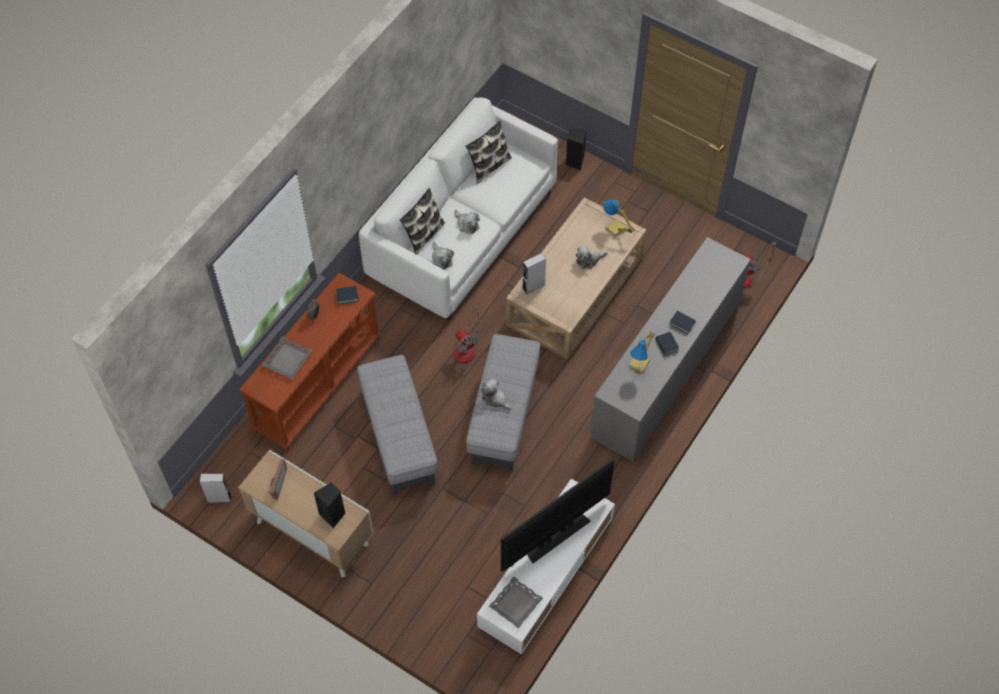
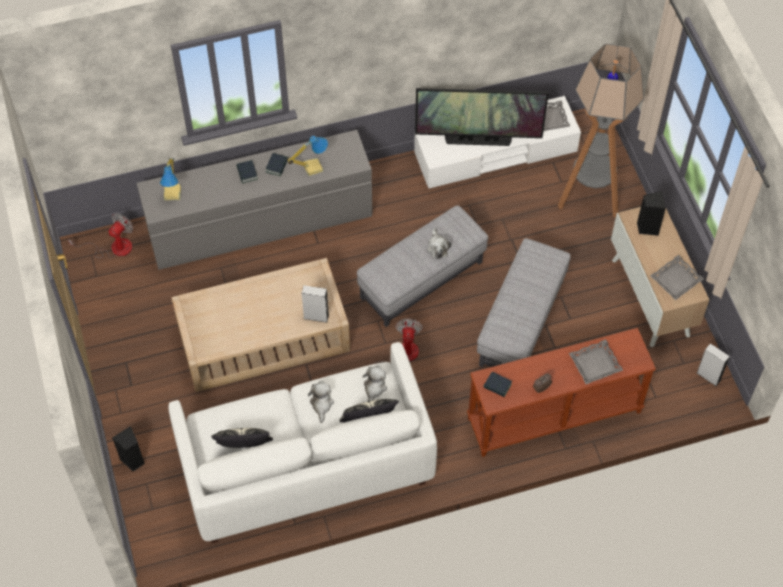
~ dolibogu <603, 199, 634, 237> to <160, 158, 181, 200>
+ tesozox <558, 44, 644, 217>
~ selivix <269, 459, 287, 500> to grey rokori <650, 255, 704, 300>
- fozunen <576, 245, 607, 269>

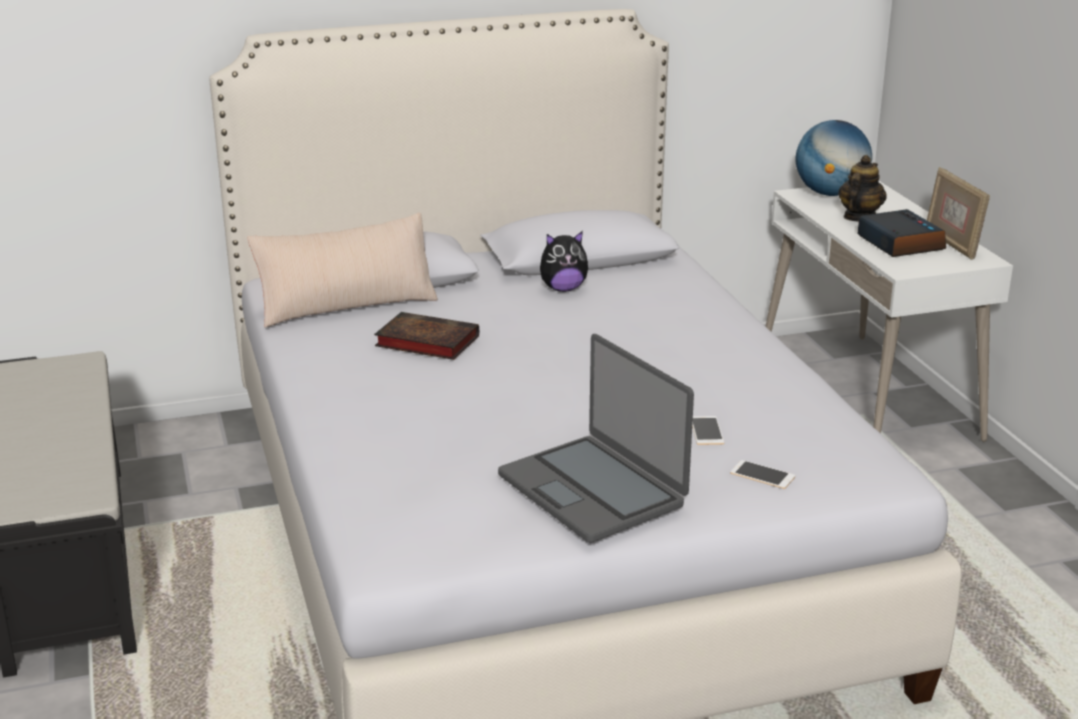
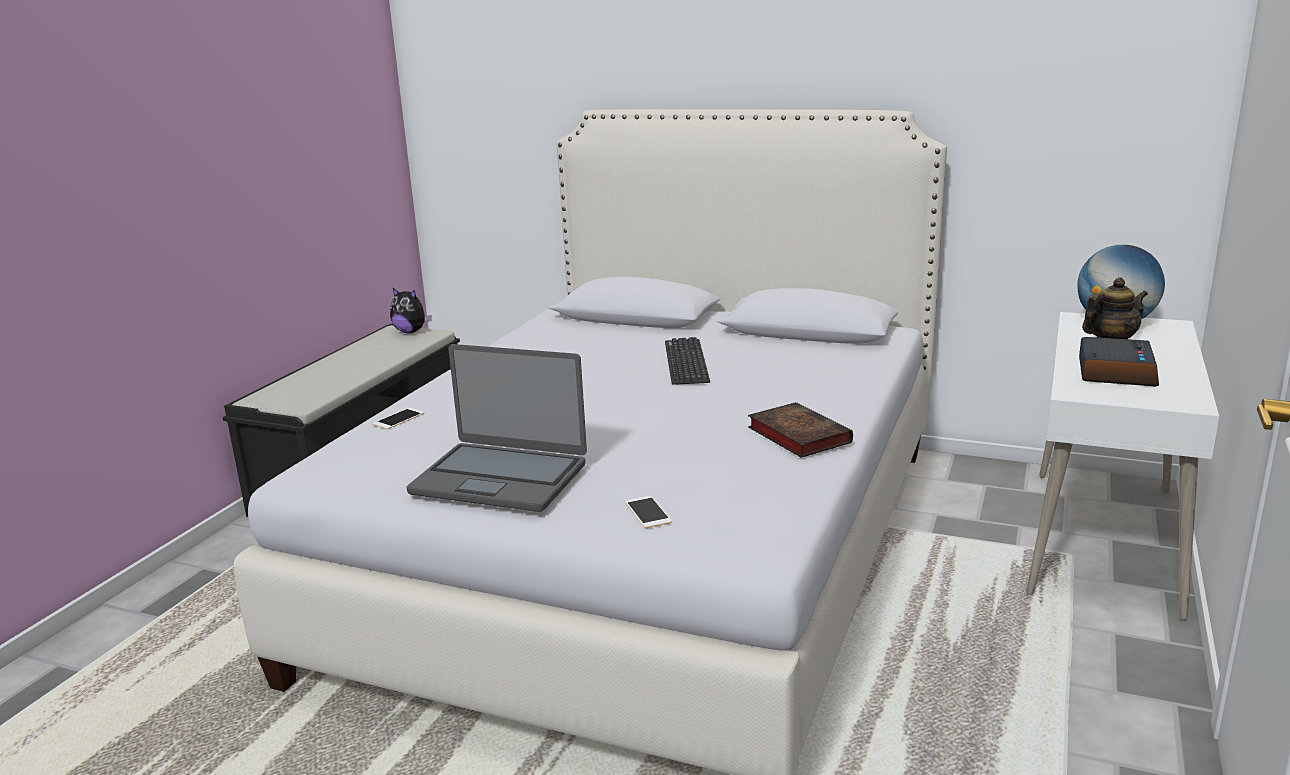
~ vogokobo <692, 416, 724, 445> to <373, 408, 424, 429>
~ fozunen <540, 231, 588, 292> to <390, 287, 431, 333>
~ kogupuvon <498, 334, 694, 543> = <407, 344, 587, 512> 75 degrees counterclockwise
+ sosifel <665, 337, 710, 385>
~ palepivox <374, 312, 479, 360> to <748, 402, 853, 458>
- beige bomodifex <247, 213, 438, 328>
- selivix <927, 167, 990, 260>

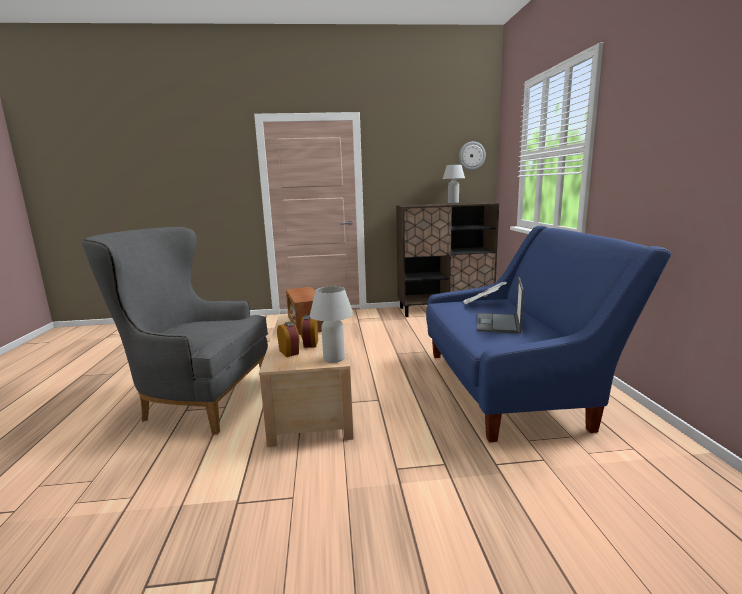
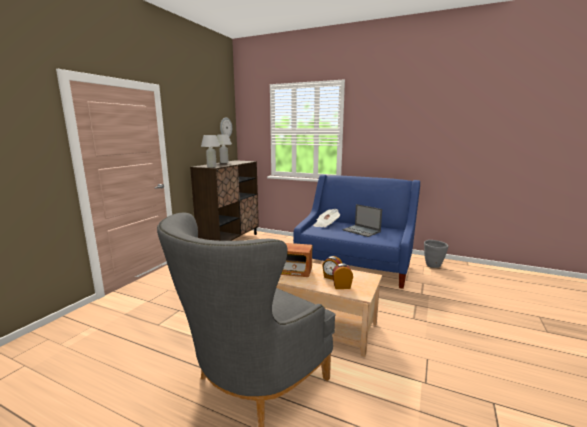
~ white dolibogu <310, 286, 353, 363> to <201, 135, 220, 167>
+ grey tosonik <424, 240, 448, 268>

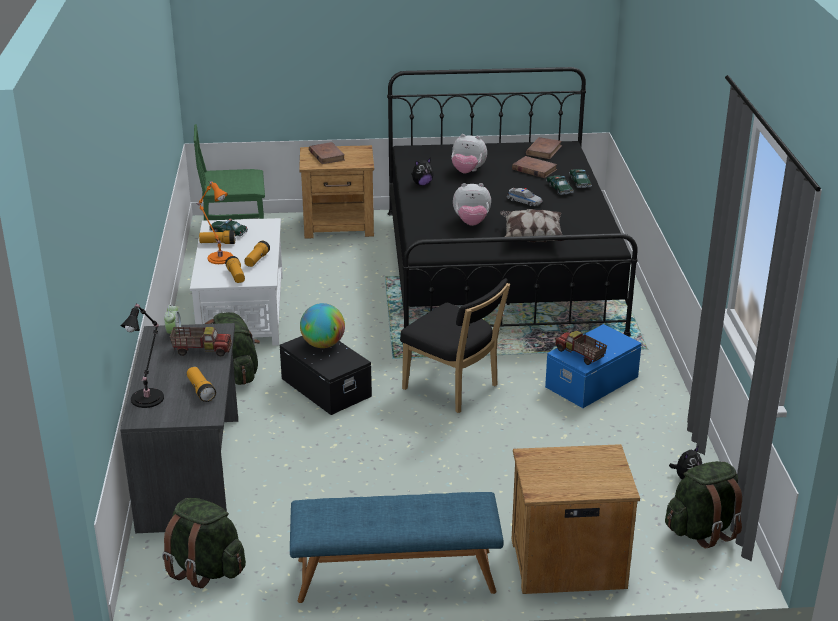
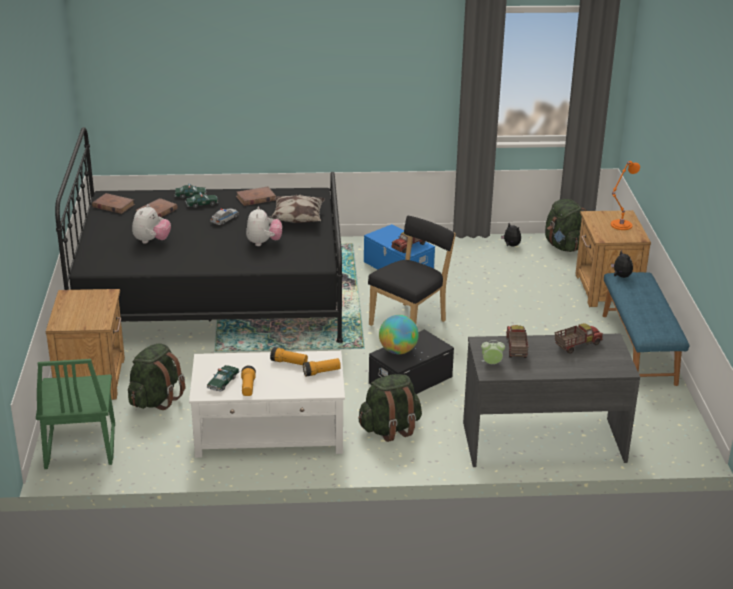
~ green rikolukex <162, 498, 246, 588> to <128, 344, 185, 410>
~ brown palepivox <309, 142, 345, 164> to <236, 186, 276, 206>
~ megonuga <187, 367, 216, 402> to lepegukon <554, 323, 603, 354>
~ orange dolibogu <197, 181, 233, 264> to <611, 161, 640, 230>
~ fozunen <411, 158, 434, 186> to <611, 250, 633, 278>
- black dolibogu <121, 303, 164, 408>

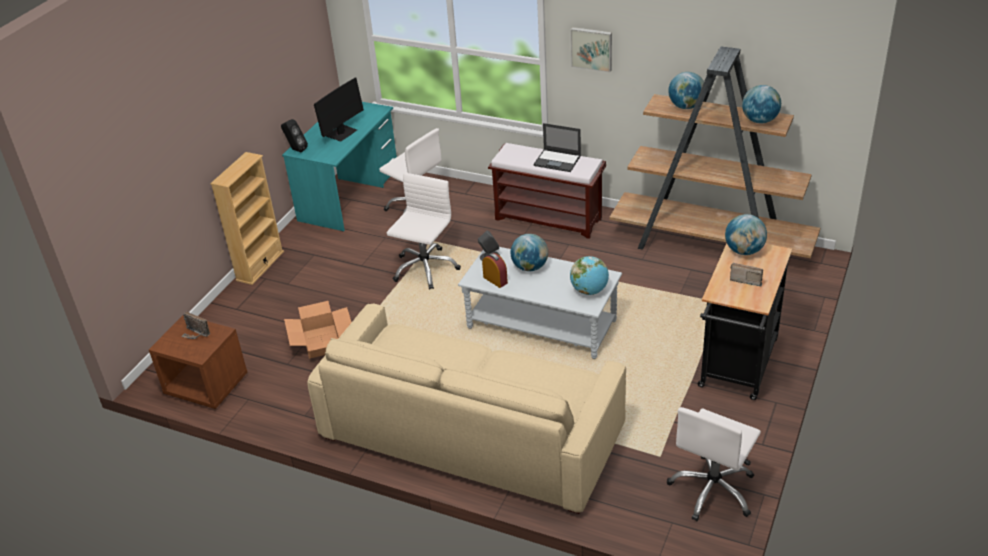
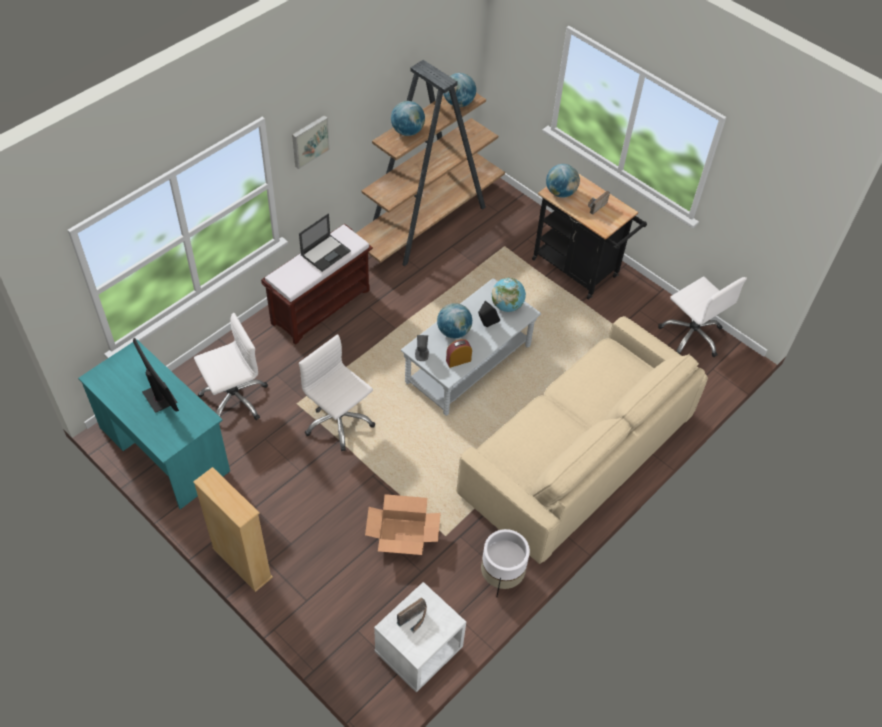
~ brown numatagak <149, 316, 247, 409> to white numatagak <374, 582, 466, 693>
~ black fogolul <281, 119, 308, 153> to <478, 301, 500, 327>
+ white tosonik <481, 529, 530, 598>

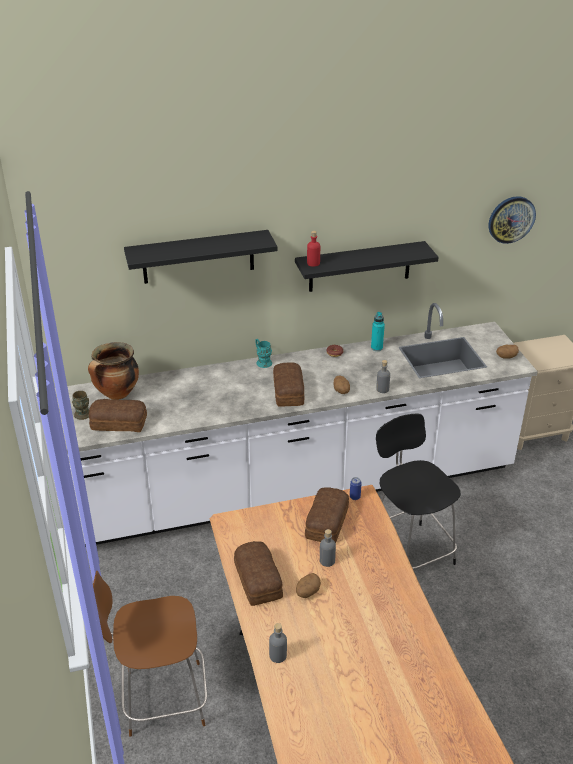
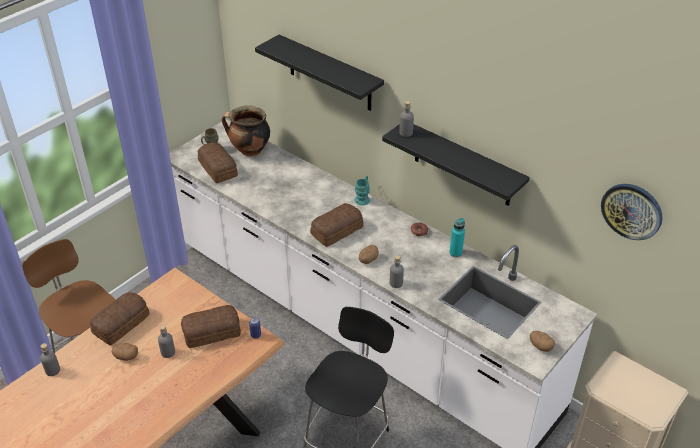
~ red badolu <307, 231, 320, 267> to grey badolu <399, 101, 414, 137>

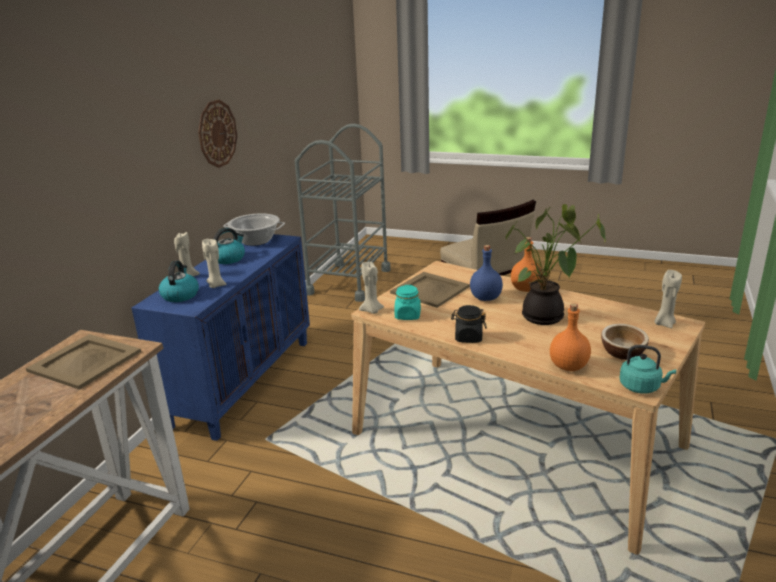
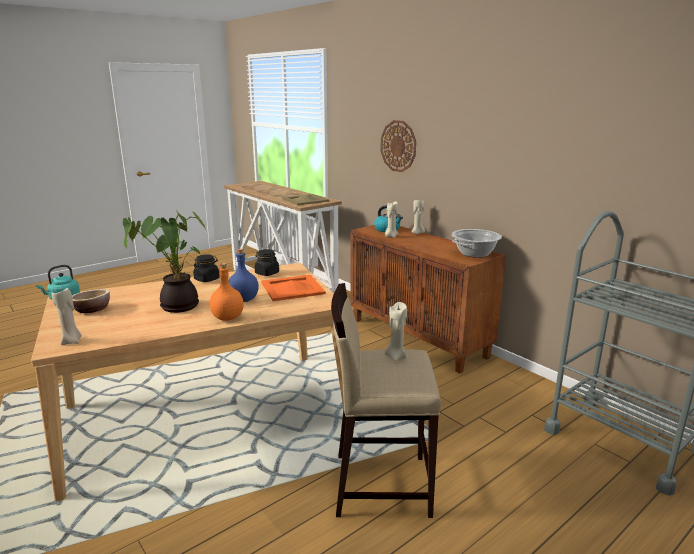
~ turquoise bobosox <394, 285, 421, 320> to black bobosox <255, 249, 279, 276>
~ beige rokori <390, 272, 470, 308> to orange rokori <261, 275, 326, 301>
~ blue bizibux <132, 234, 310, 441> to brown bizibux <350, 225, 506, 373>
~ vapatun <198, 99, 237, 168> to <380, 120, 416, 172>
~ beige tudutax <359, 262, 384, 314> to <385, 302, 407, 361>
- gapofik <214, 228, 245, 264>
- orange badolu <550, 304, 591, 371>

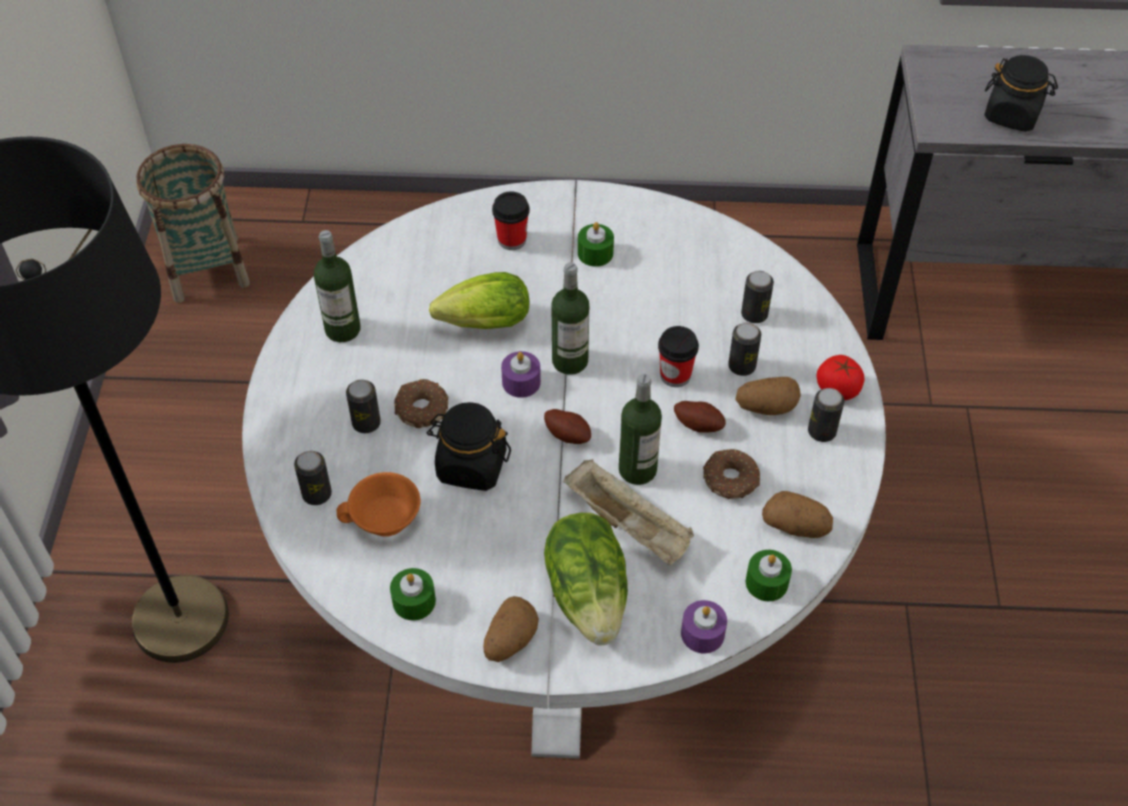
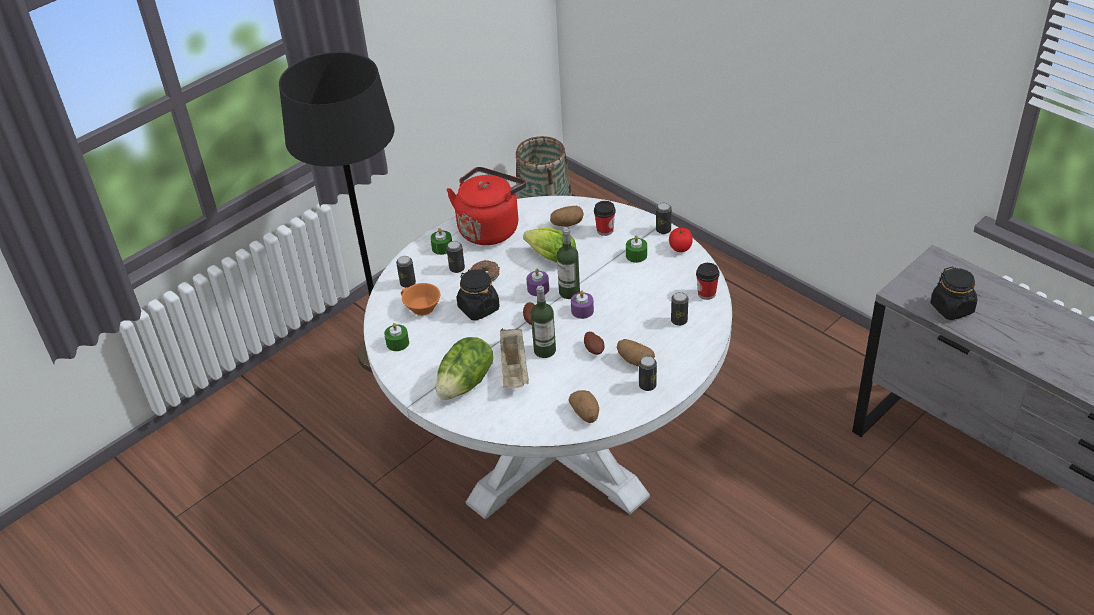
~ green tudutax <746, 550, 792, 601> to <430, 228, 452, 255>
~ badolu <314, 230, 360, 342> to red gapofik <447, 167, 526, 245>
~ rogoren <483, 596, 539, 662> to <550, 206, 584, 227>
~ purple tudutax <681, 600, 727, 653> to <571, 290, 594, 319>
~ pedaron <728, 322, 761, 376> to <656, 203, 672, 234>
~ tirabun <816, 355, 865, 400> to <669, 228, 693, 252>
~ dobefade <658, 326, 699, 387> to <696, 263, 720, 300>
- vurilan <703, 449, 760, 499>

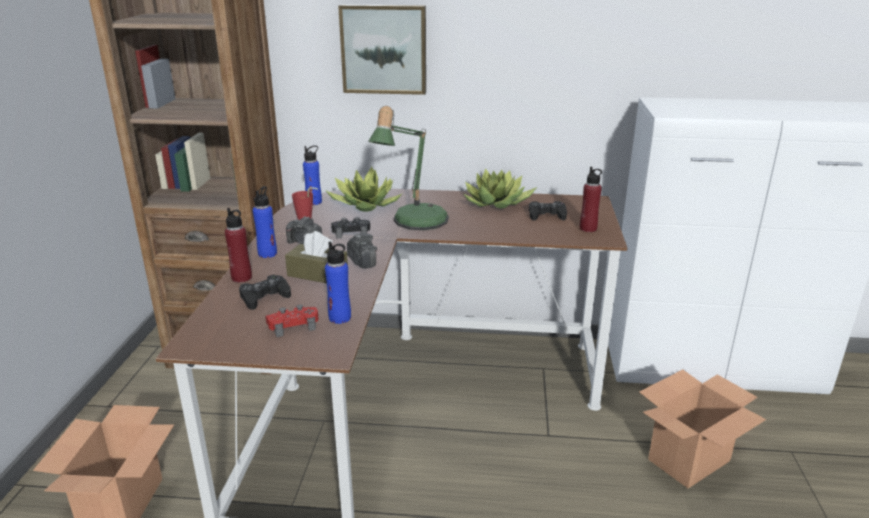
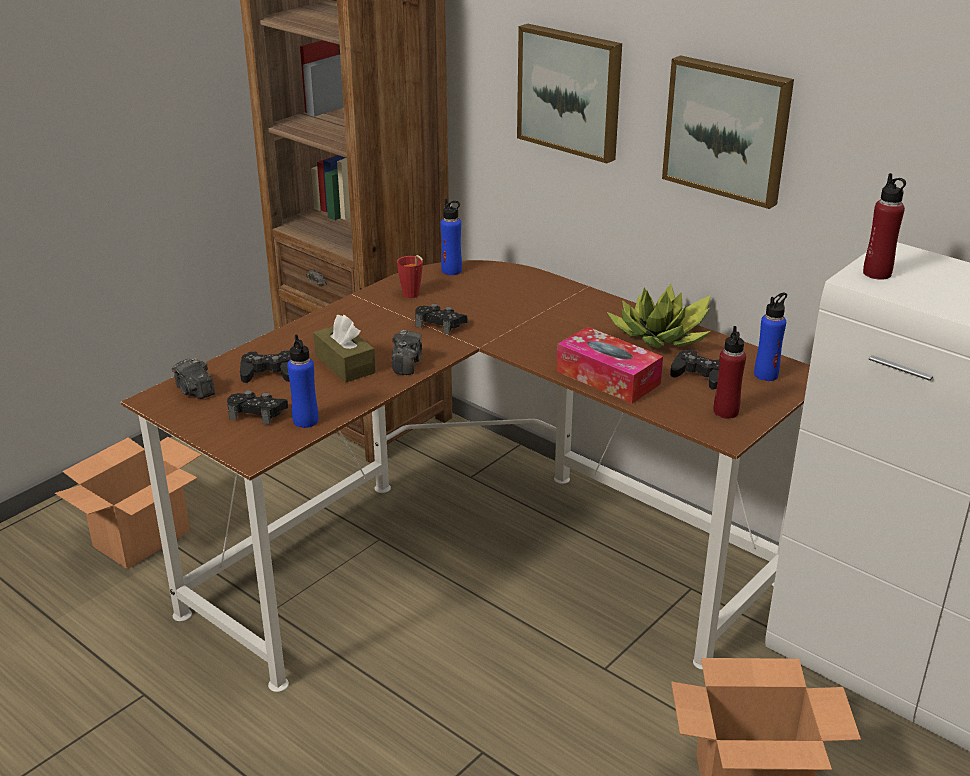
~ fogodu <286, 216, 322, 244> to <172, 358, 215, 399>
~ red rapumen <265, 305, 318, 337> to black rapumen <227, 390, 288, 425>
+ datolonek <557, 327, 663, 404>
+ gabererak <662, 55, 794, 209>
~ blue badolu <253, 186, 277, 258> to <754, 292, 787, 381>
~ red badolu <225, 208, 252, 283> to <863, 173, 906, 280>
- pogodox <325, 167, 403, 212>
- dolibogu <368, 106, 449, 230>

